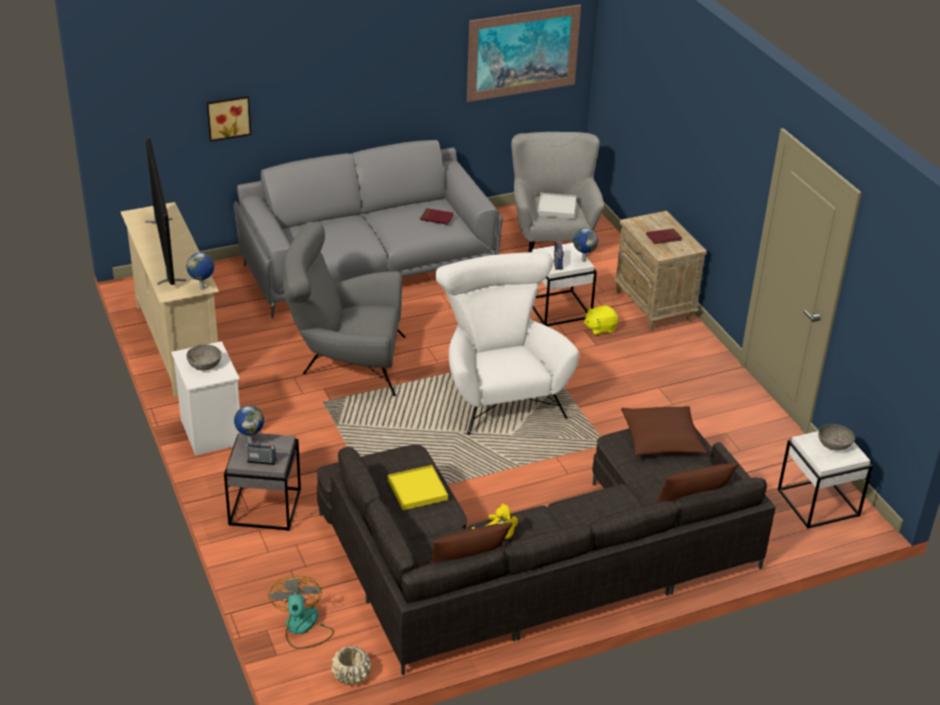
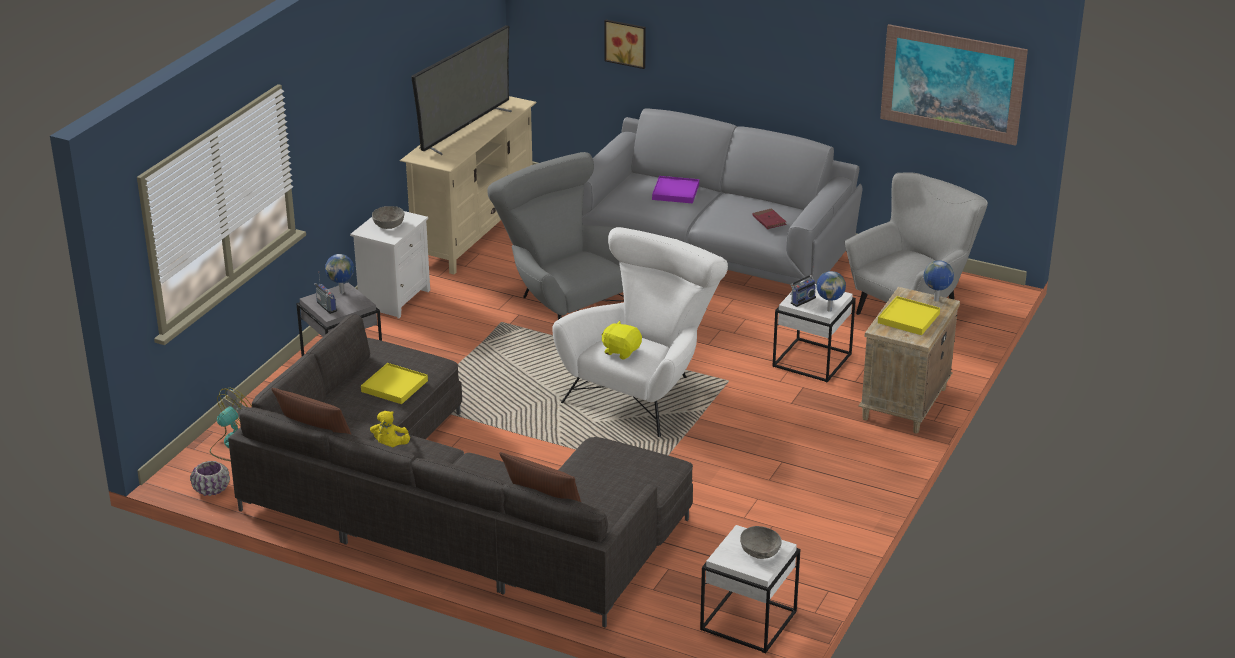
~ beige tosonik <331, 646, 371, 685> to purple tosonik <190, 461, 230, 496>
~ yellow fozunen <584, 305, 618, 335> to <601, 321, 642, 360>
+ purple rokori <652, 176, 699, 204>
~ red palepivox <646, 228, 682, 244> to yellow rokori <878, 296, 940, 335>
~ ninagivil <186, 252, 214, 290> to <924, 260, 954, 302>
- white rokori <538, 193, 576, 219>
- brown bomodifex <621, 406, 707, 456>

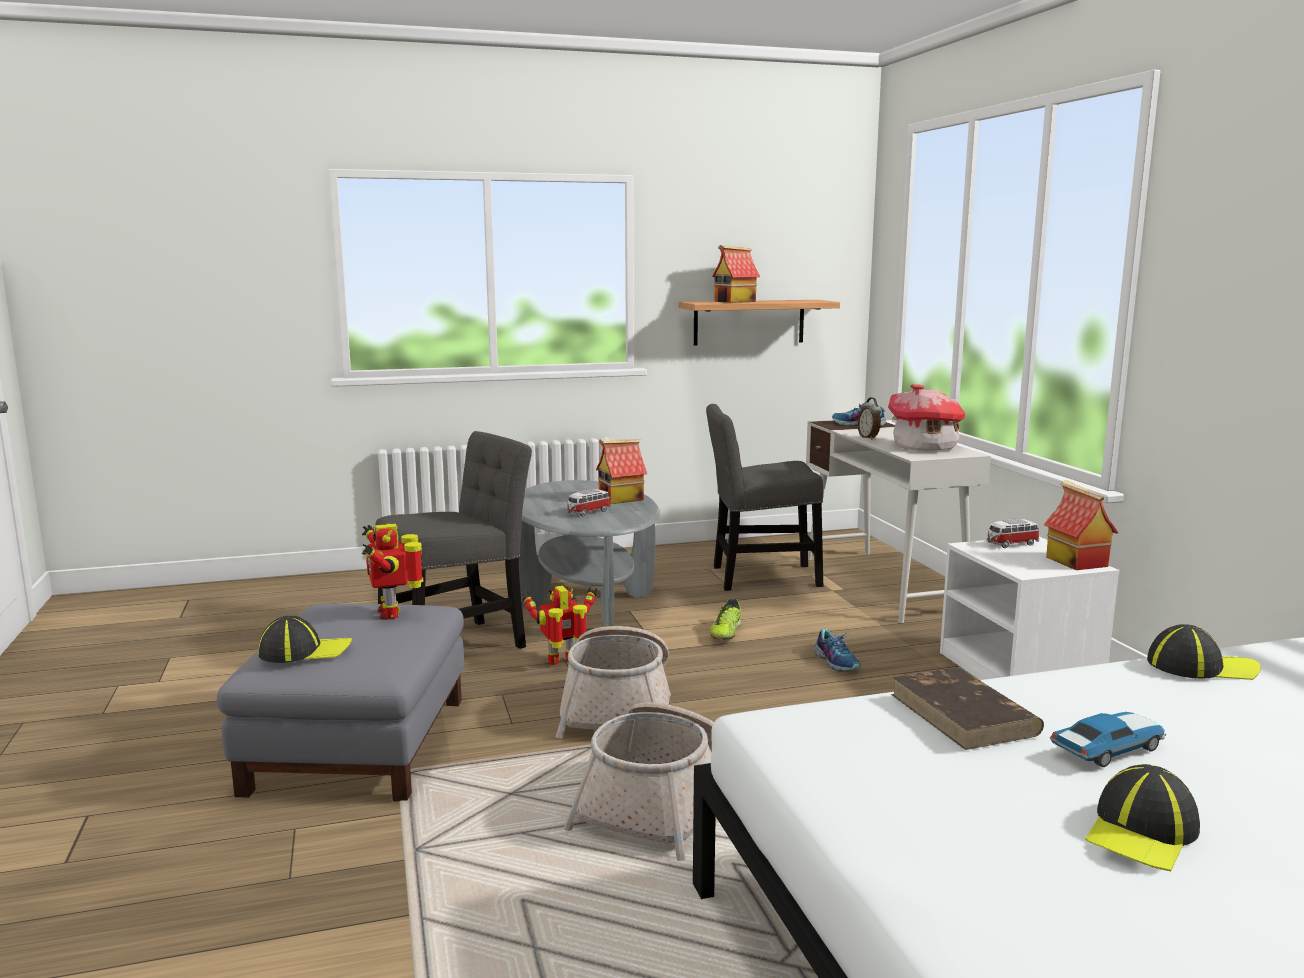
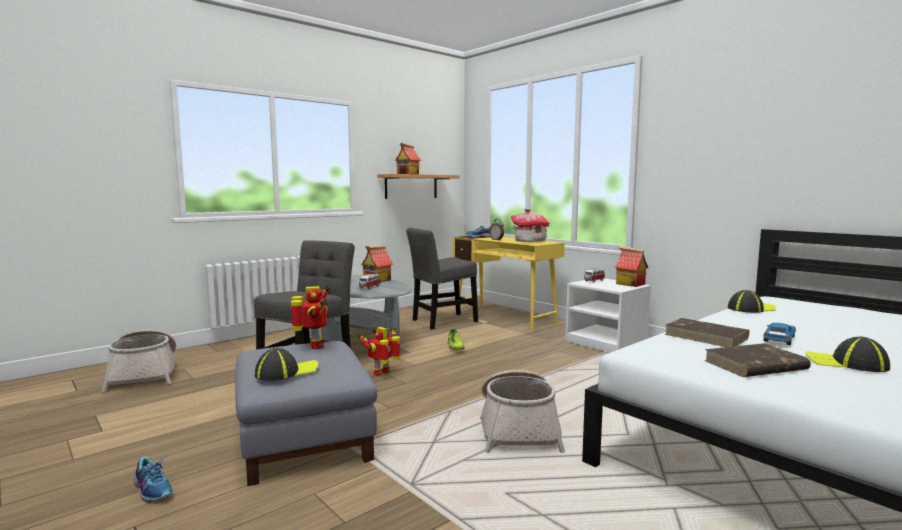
~ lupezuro <556, 626, 671, 739> to <101, 329, 178, 392>
~ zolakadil <814, 629, 861, 672> to <134, 456, 174, 503>
~ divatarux <362, 523, 423, 620> = <291, 286, 330, 349> 150 degrees counterclockwise
~ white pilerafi <806, 420, 991, 623> to yellow pilerafi <453, 236, 565, 332>
+ brown palepivox <704, 343, 811, 377>
~ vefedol <1085, 764, 1200, 872> = <805, 337, 890, 372> 105 degrees clockwise

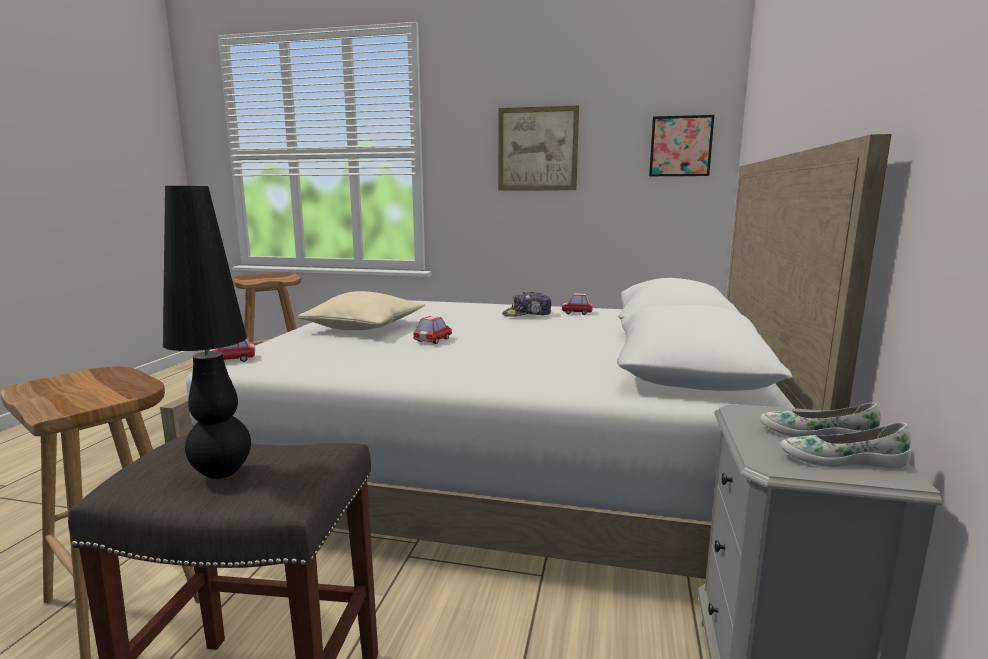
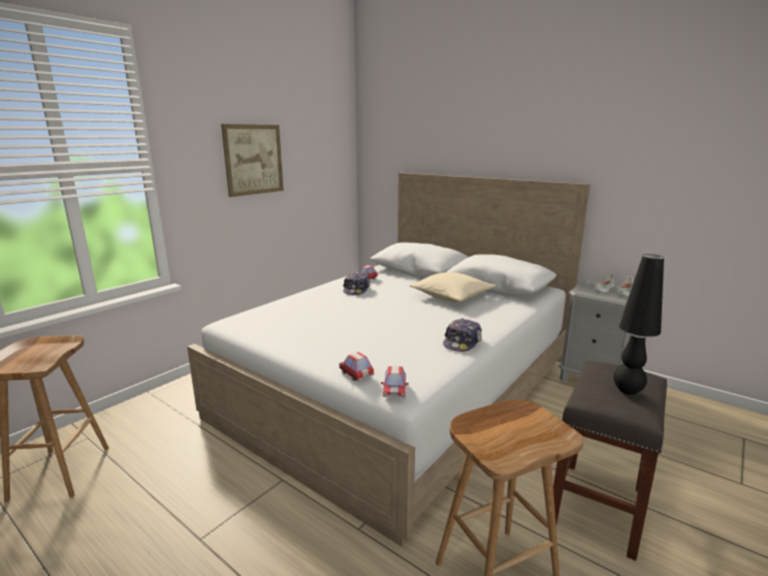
~ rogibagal <413, 316, 452, 344> to <339, 352, 374, 381>
~ beige bomodifex <297, 291, 425, 330> to <410, 272, 496, 302>
+ vefedol <443, 318, 482, 352>
- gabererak <649, 115, 714, 176>

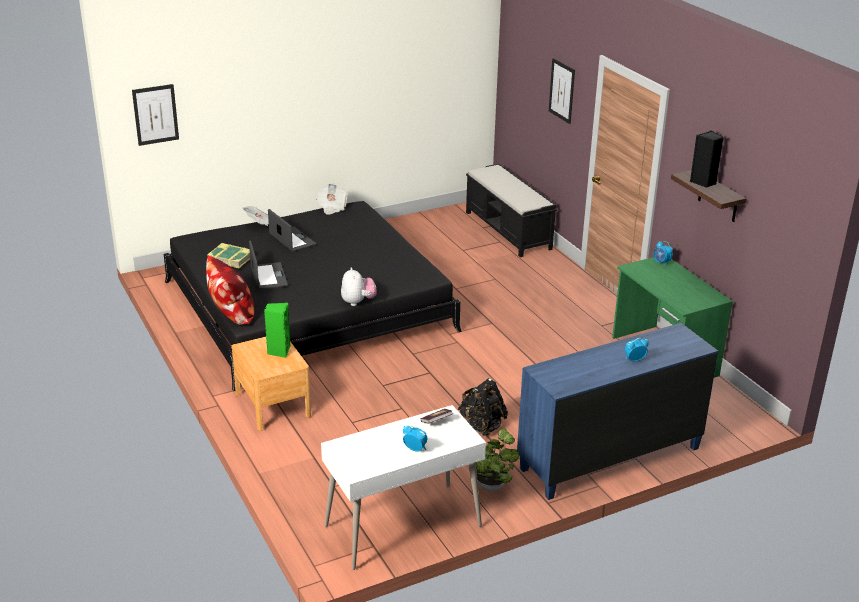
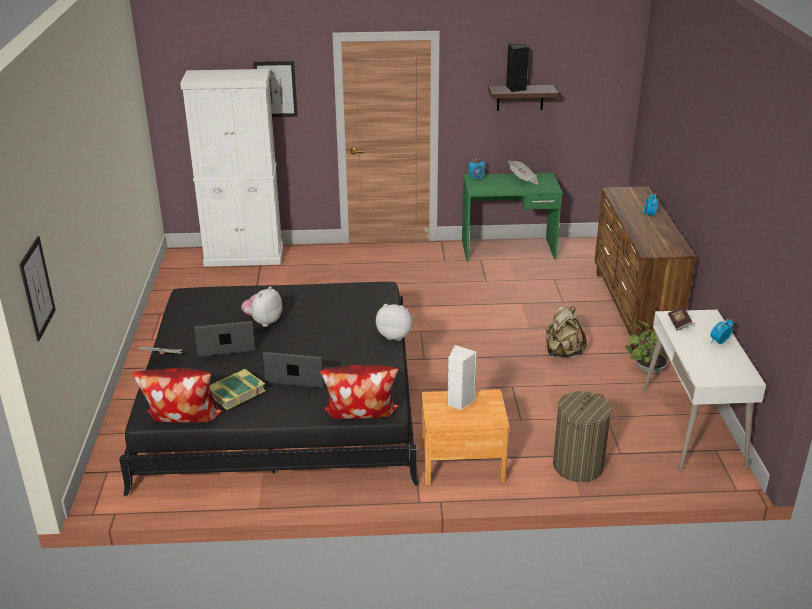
+ bomodifex <133, 368, 223, 423>
~ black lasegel <466, 164, 557, 257> to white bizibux <180, 69, 283, 267>
+ fozunen <241, 286, 282, 327>
~ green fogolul <264, 303, 291, 358> to white fogolul <448, 345, 477, 410>
~ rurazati <316, 183, 348, 215> to <508, 161, 538, 185>
~ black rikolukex <457, 378, 508, 436> to beige rikolukex <545, 306, 587, 357>
+ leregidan <553, 391, 612, 482>
~ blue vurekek <517, 323, 718, 500> to brown vurekek <594, 186, 696, 350>

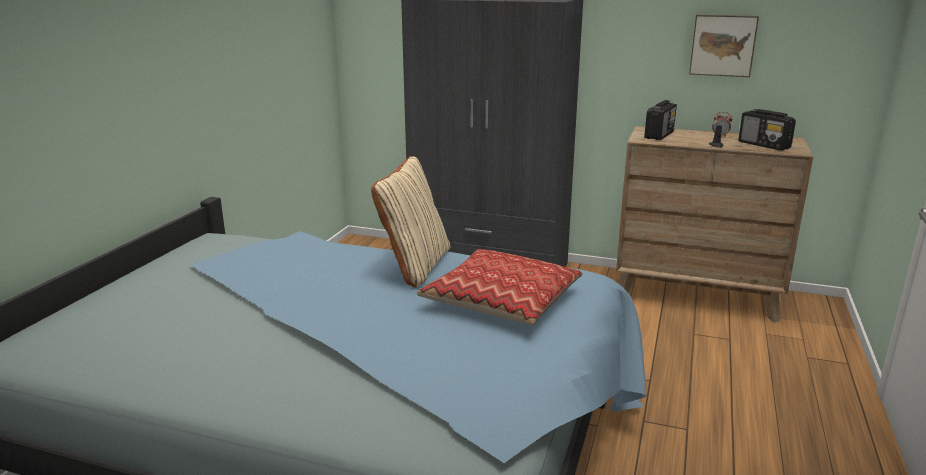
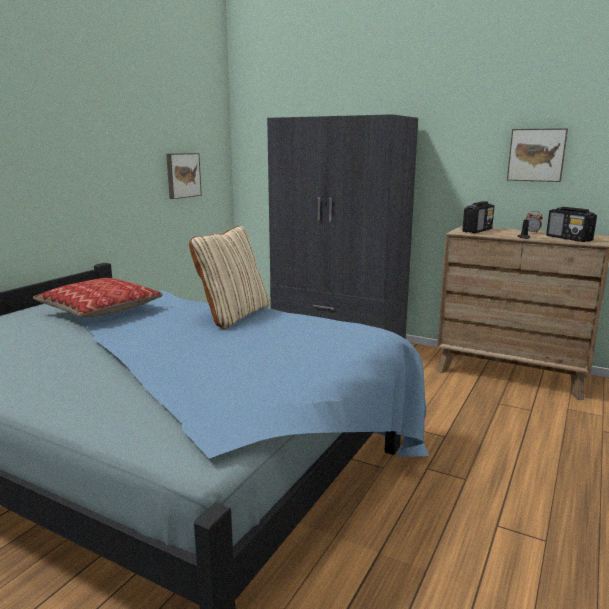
~ bomodifex <417, 249, 583, 325> to <33, 278, 163, 317>
+ gabererak <166, 153, 202, 199>

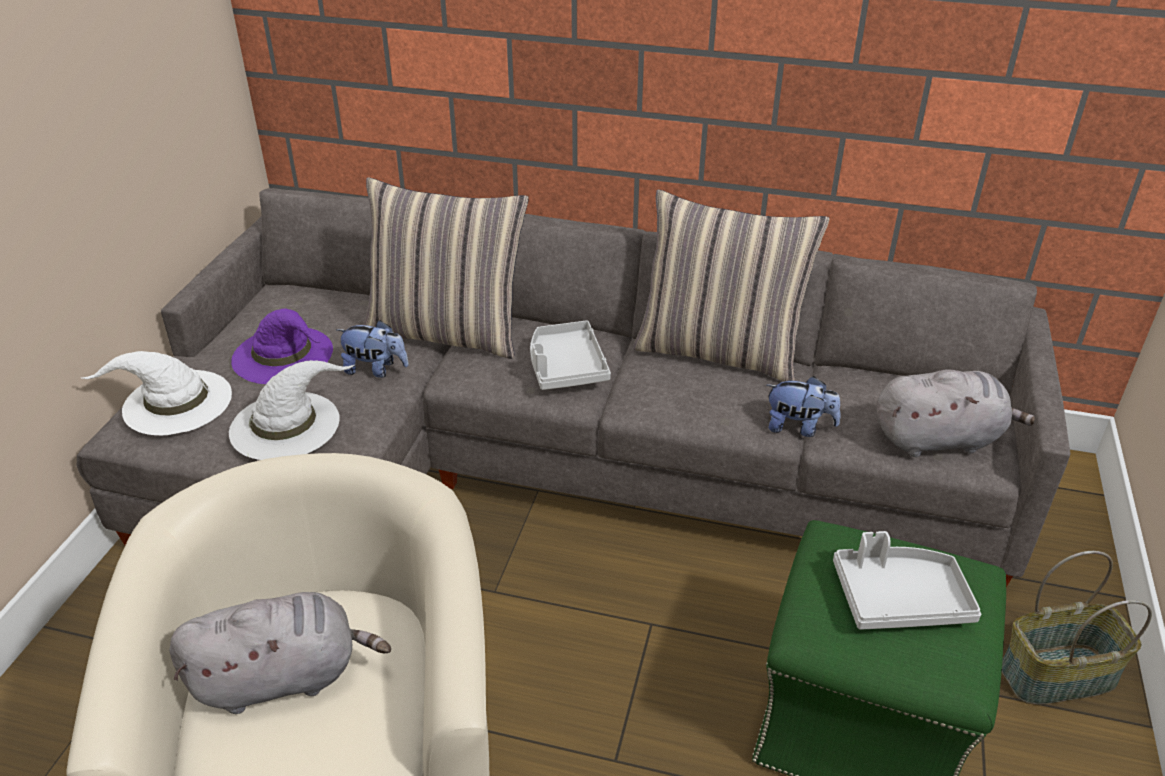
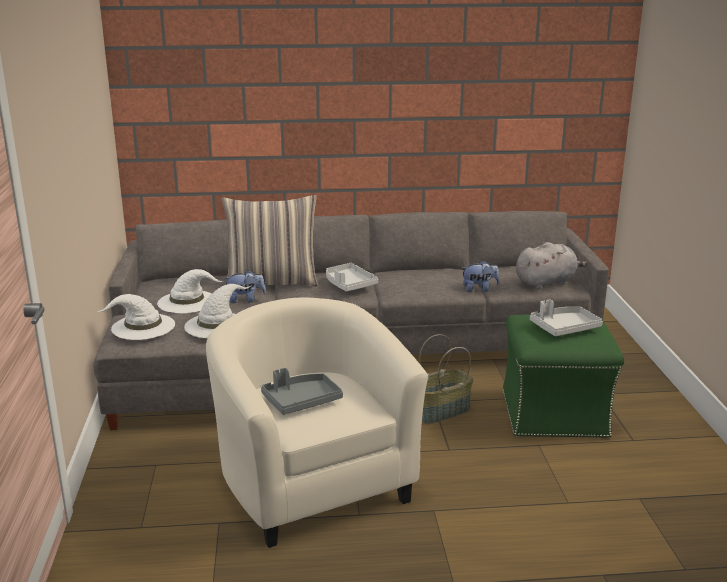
~ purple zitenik <231, 309, 333, 384> to white zitenik <157, 269, 223, 313>
~ grey fozunen <169, 592, 391, 714> to grey rokori <261, 368, 343, 415>
~ lupezuro <1002, 551, 1152, 705> to <419, 334, 473, 424>
- bomodifex <633, 189, 830, 381>

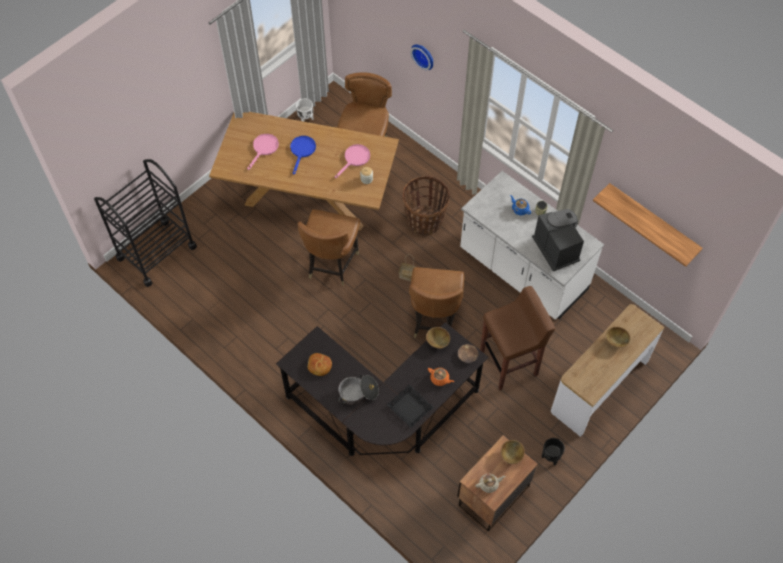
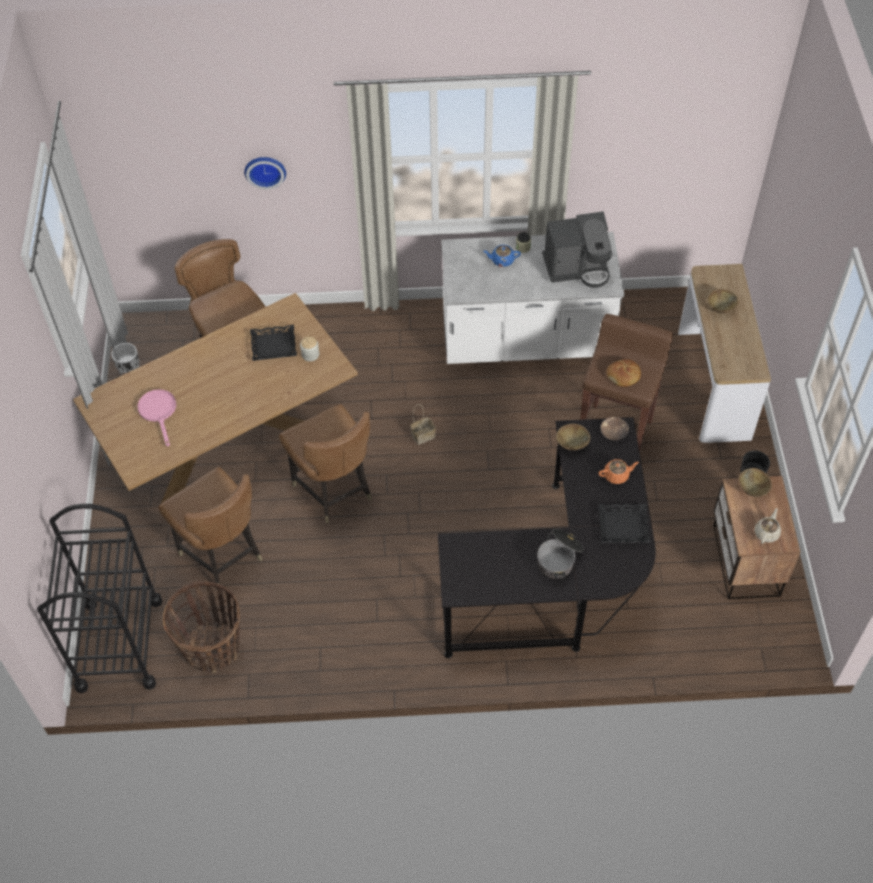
~ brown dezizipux <409, 267, 465, 338> to <159, 467, 263, 584>
~ lupezuro <402, 176, 450, 235> to <163, 581, 240, 673>
~ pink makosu <335, 144, 370, 178> to black rokori <250, 325, 297, 361>
~ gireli <532, 209, 584, 271> = <542, 212, 613, 288> 150 degrees clockwise
~ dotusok <308, 353, 332, 376> to <607, 359, 641, 387>
- blue makosu <290, 136, 316, 174>
- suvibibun <593, 183, 703, 267>

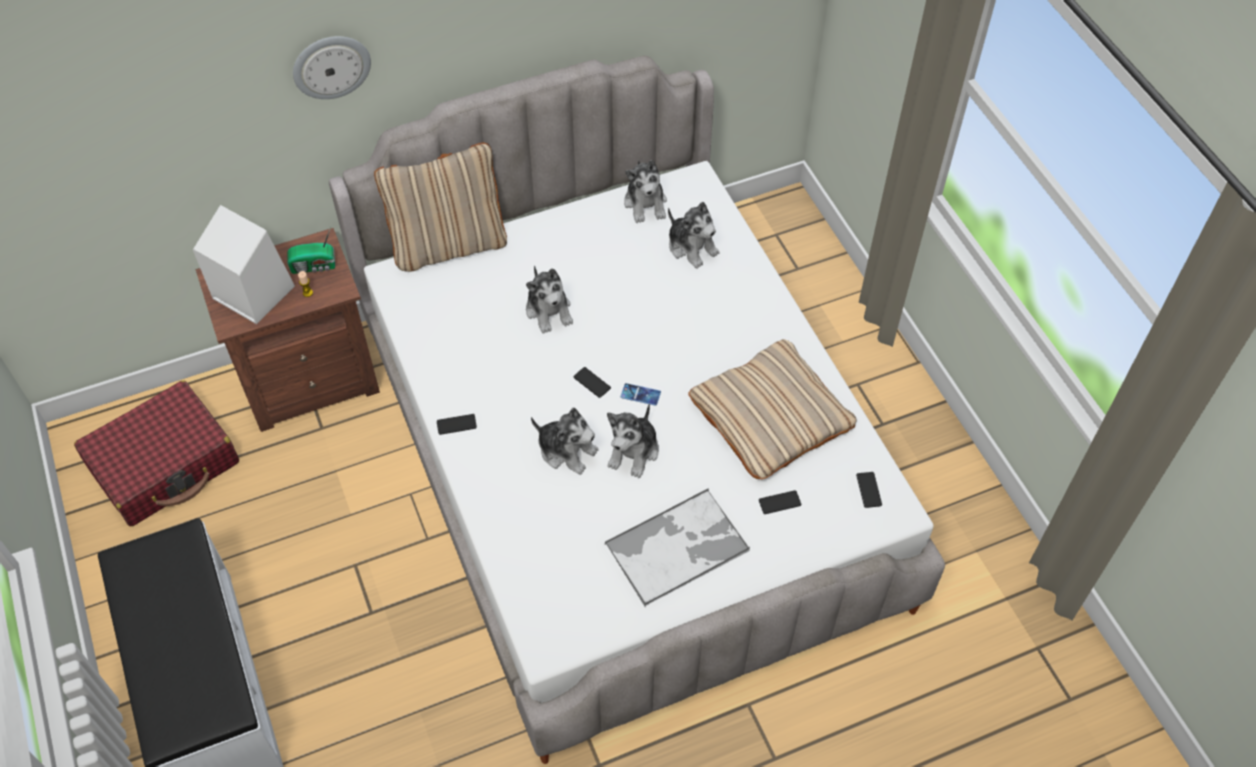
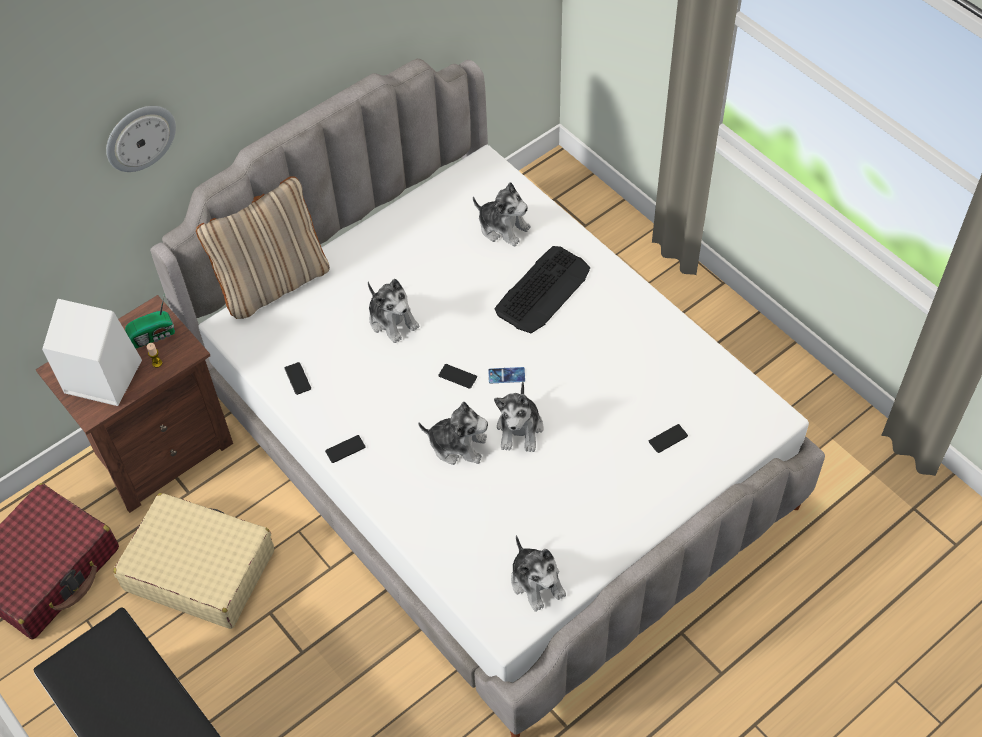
+ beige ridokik <113, 493, 274, 629>
~ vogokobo <856, 472, 882, 508> to <284, 362, 311, 395>
+ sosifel <495, 246, 590, 333>
~ fozunen <624, 160, 667, 223> to <511, 535, 566, 612>
- rokori <605, 488, 750, 607>
- beige bomodifex <688, 339, 856, 479>

